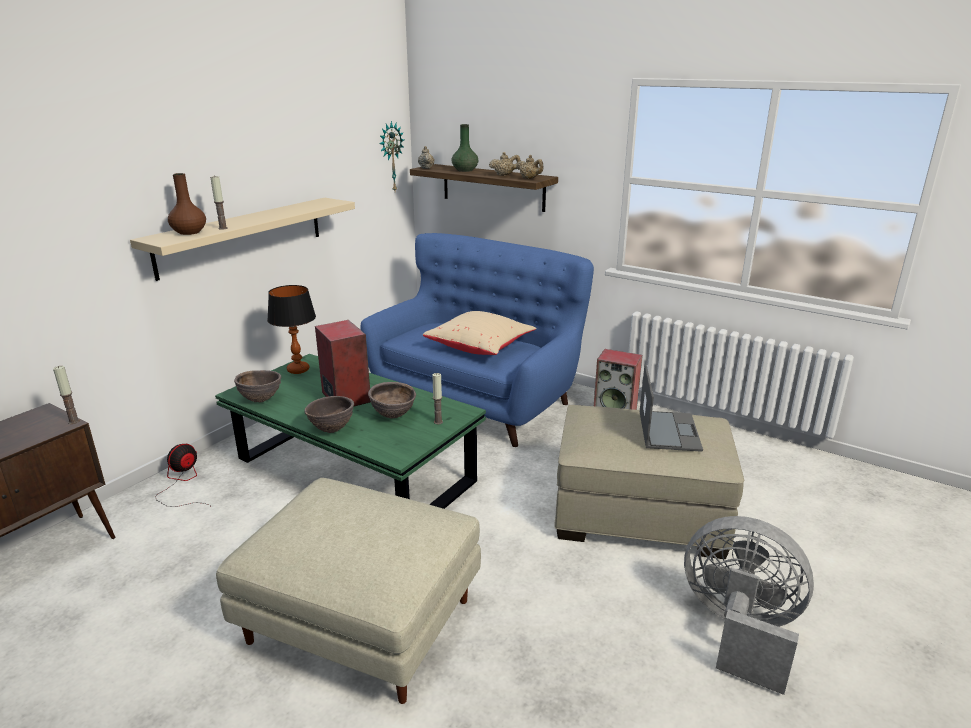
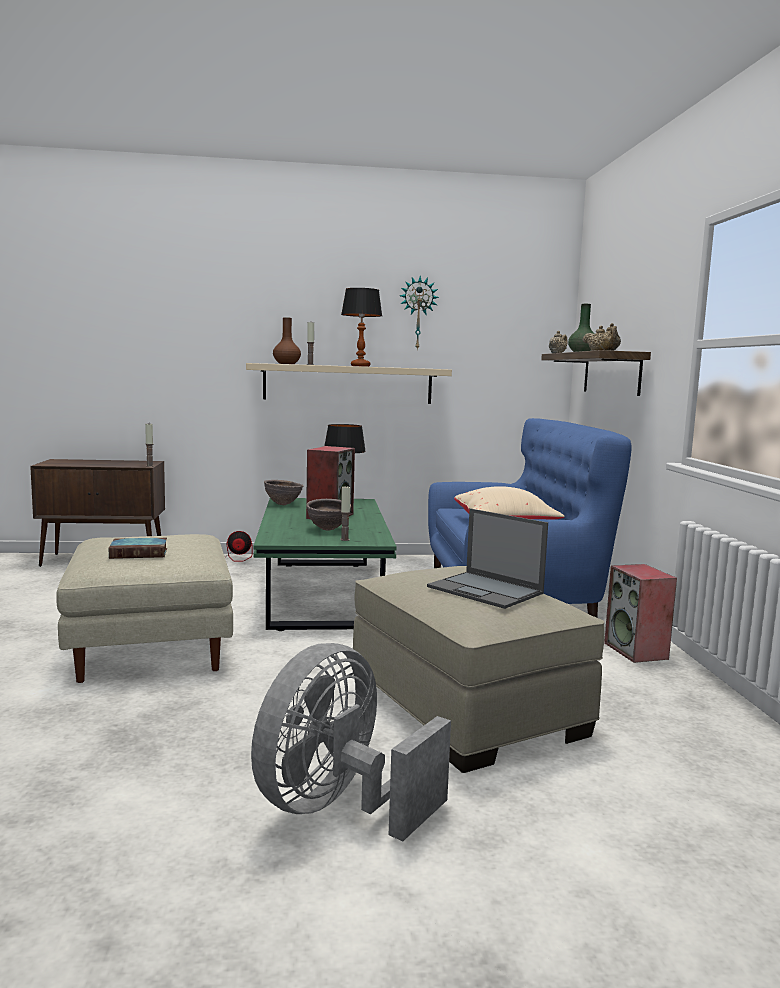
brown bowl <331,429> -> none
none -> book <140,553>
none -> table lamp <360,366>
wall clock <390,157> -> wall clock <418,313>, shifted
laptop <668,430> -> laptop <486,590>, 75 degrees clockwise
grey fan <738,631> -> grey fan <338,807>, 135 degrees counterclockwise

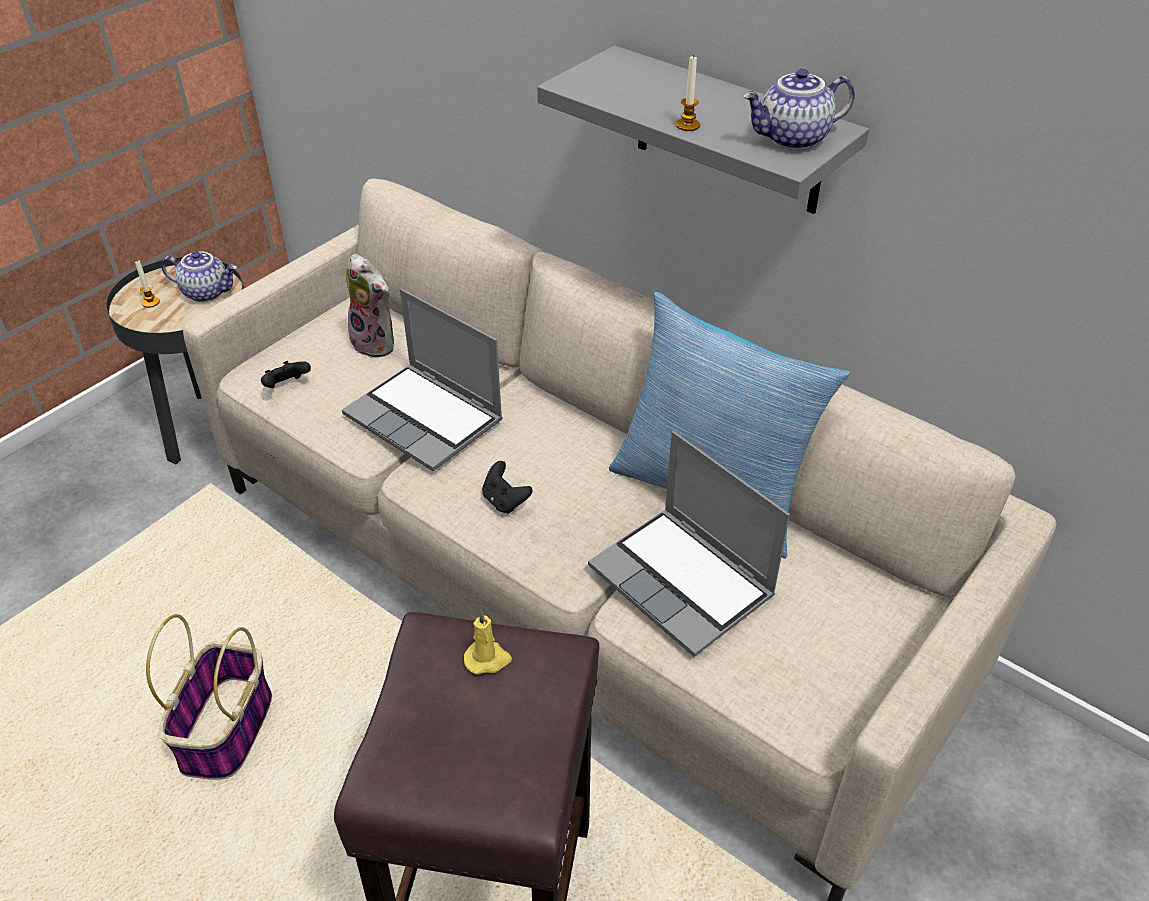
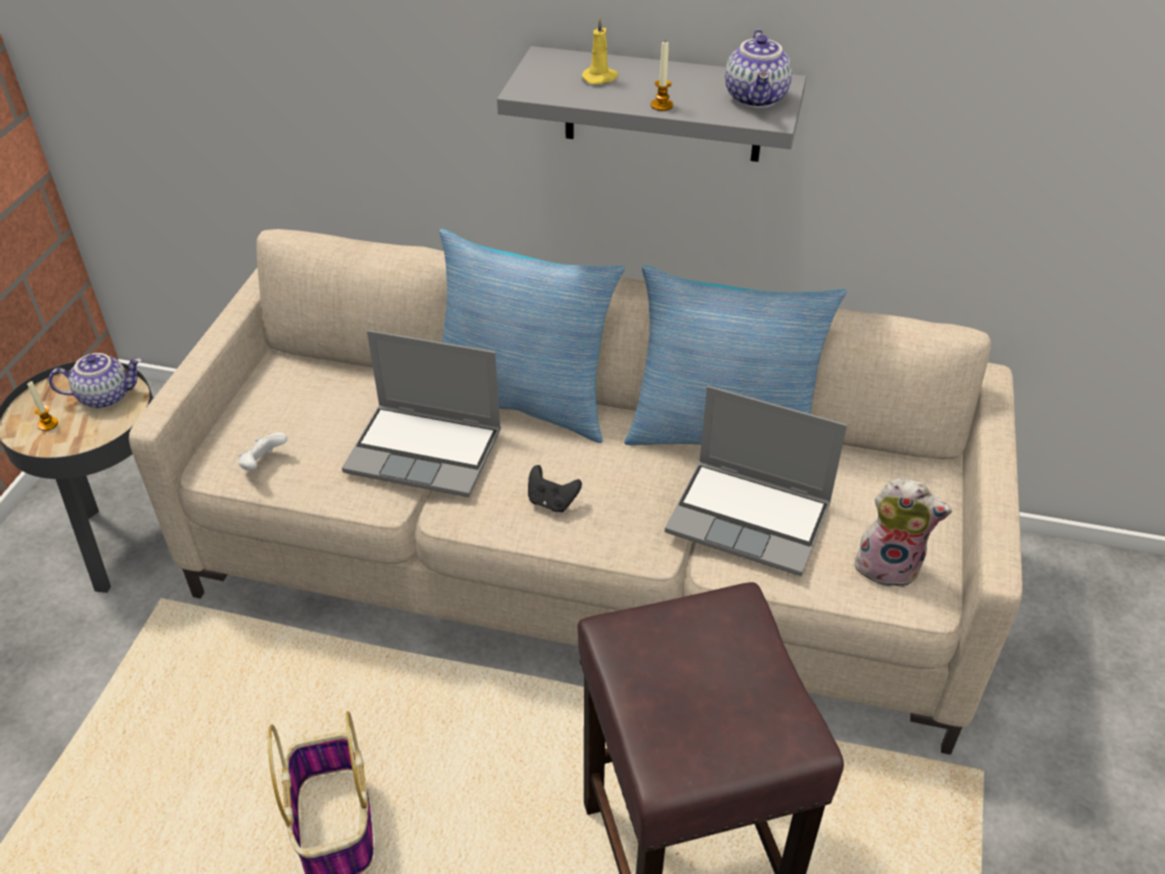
none -> pillow <525,402>
plush toy <377,343> -> plush toy <889,566>, shifted
yellow candle <488,659> -> yellow candle <600,78>, shifted
black game controller <287,386> -> white game controller <263,464>
teapot <793,140> -> teapot <757,98>, 45 degrees counterclockwise

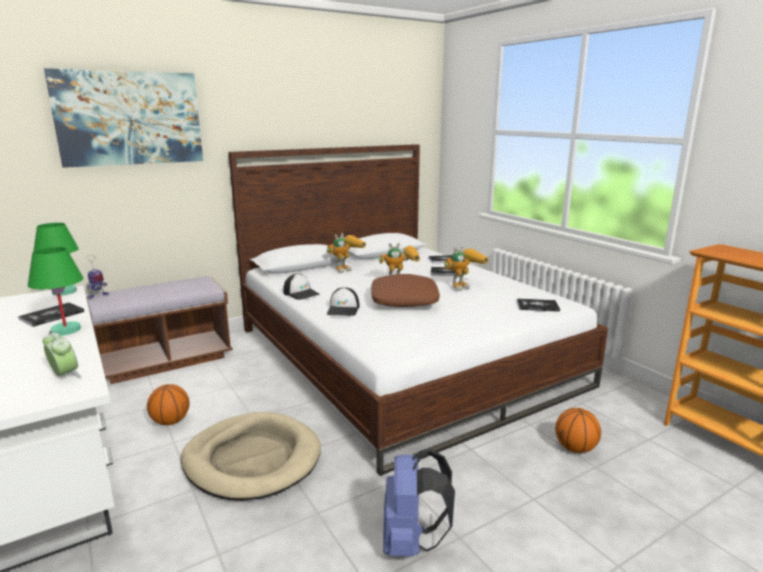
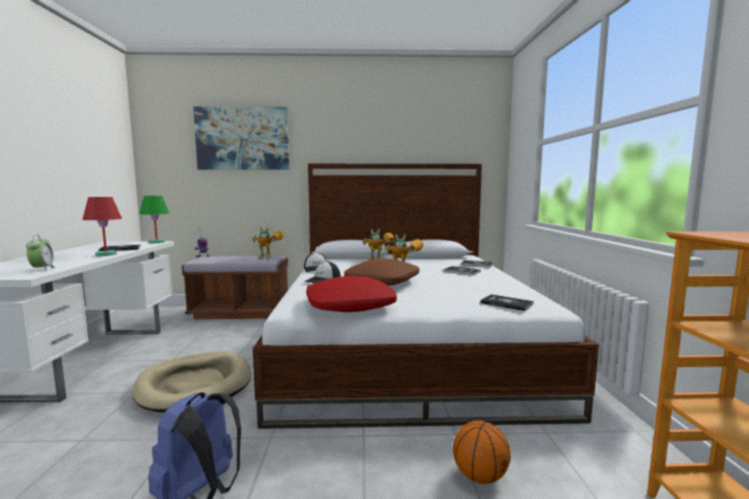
basketball <170,421> -> none
none -> red pillow <350,305>
toy robot <463,286> -> toy robot <270,257>, shifted
green table lamp <66,330> -> red table lamp <106,254>

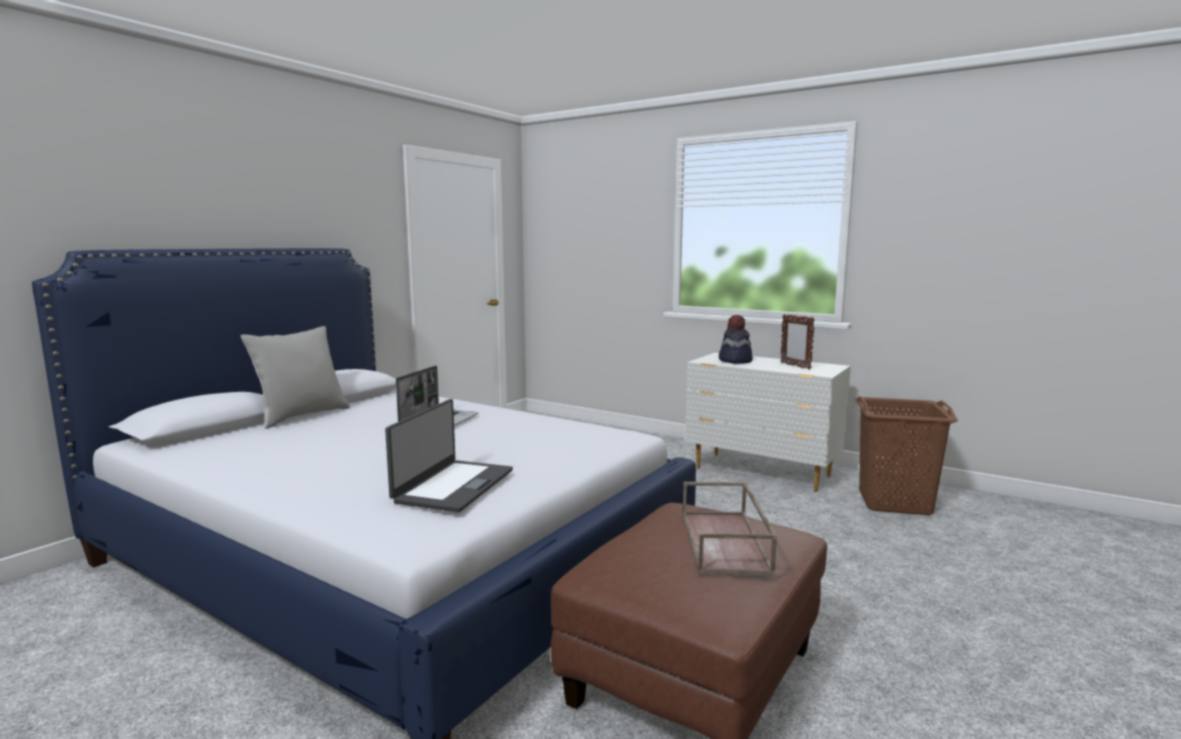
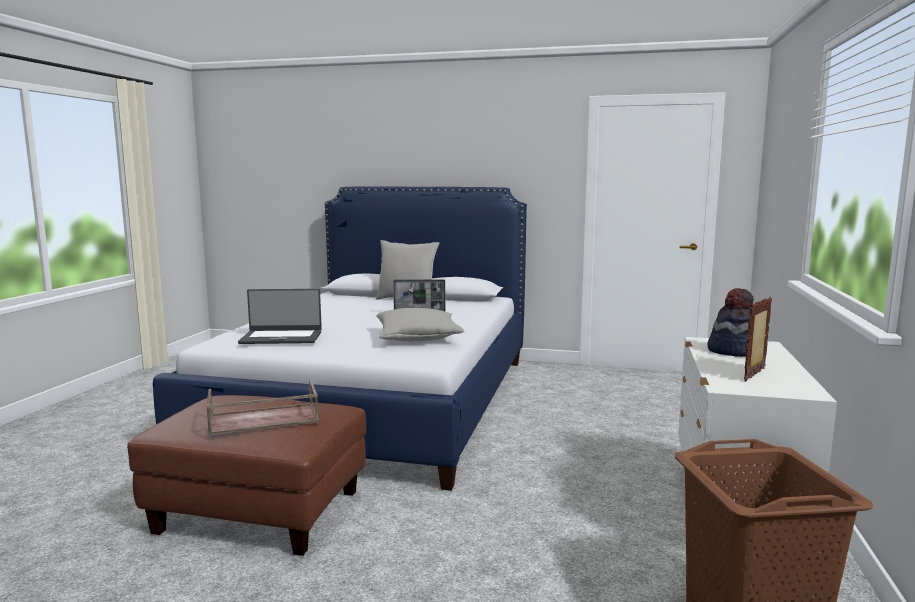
none -> grey pillow <418,338>

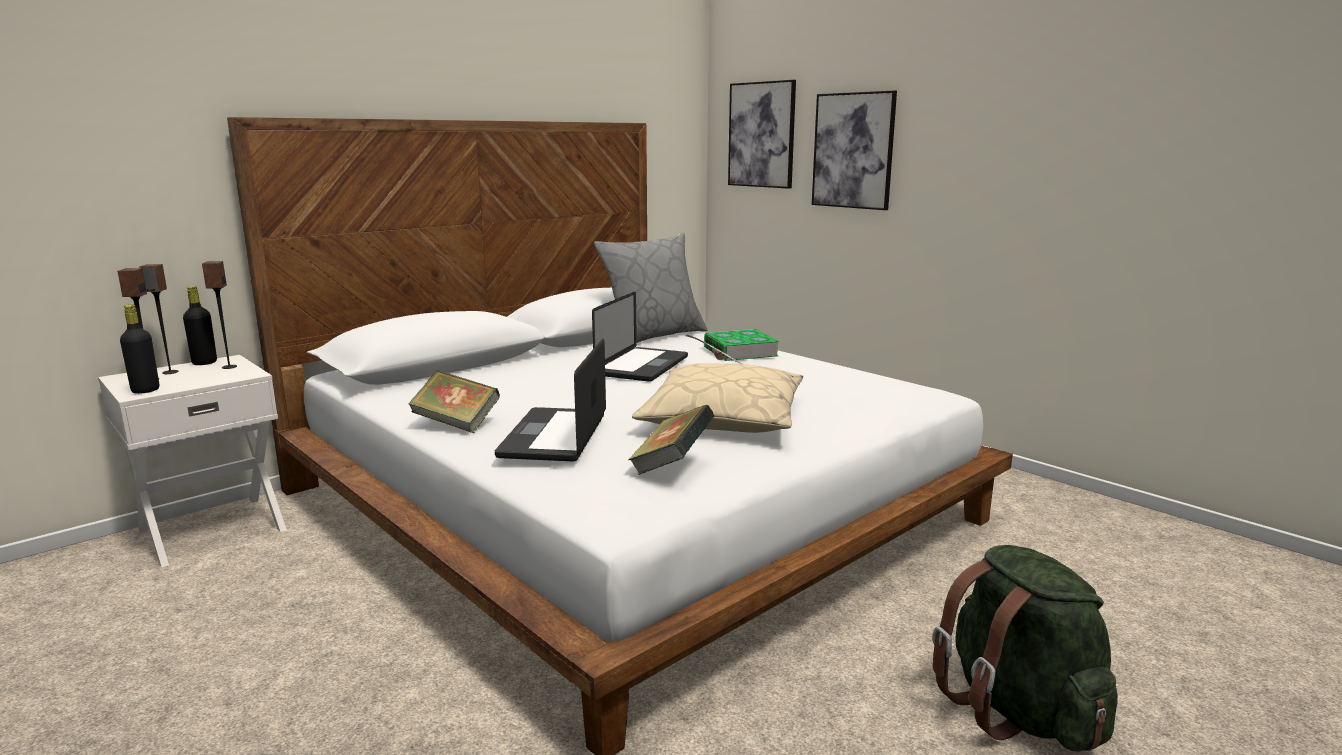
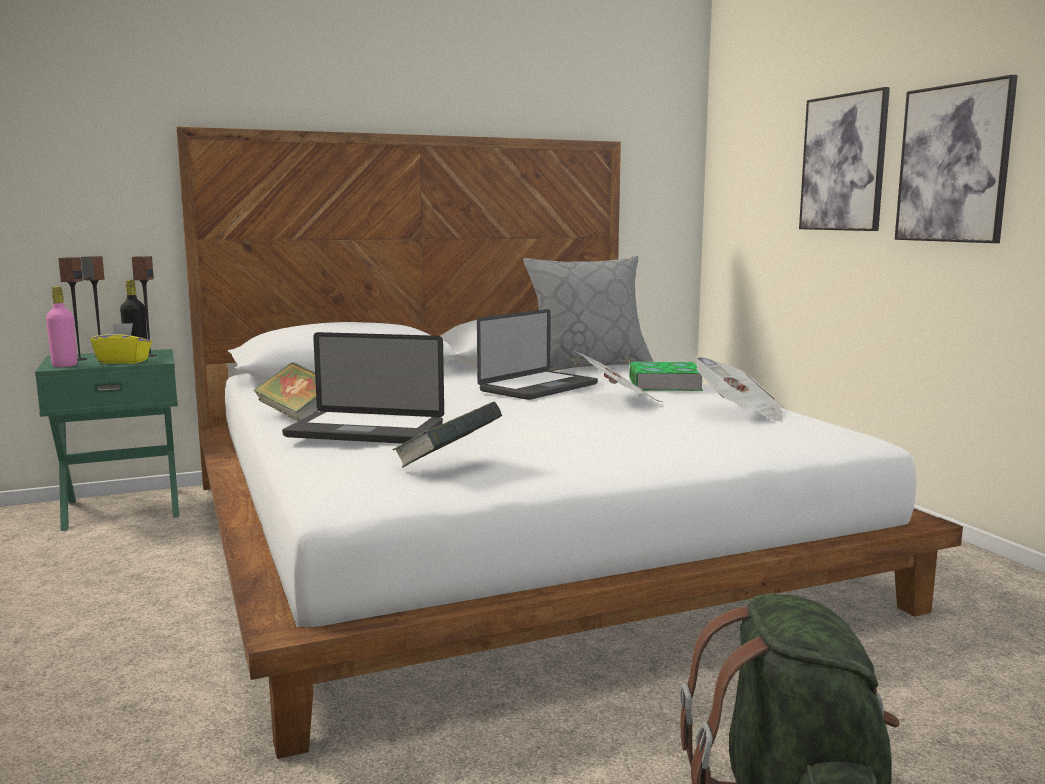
beige pillow <723,418> -> none
none -> yellow tissue box <123,361>
none -> newspaper <740,414>
picture <761,135> -> picture <954,164>, shifted
white nightstand <212,529> -> green nightstand <123,507>
black bottle <145,390> -> pink bottle <65,365>
laptop <554,436> -> laptop <365,430>, 105 degrees counterclockwise

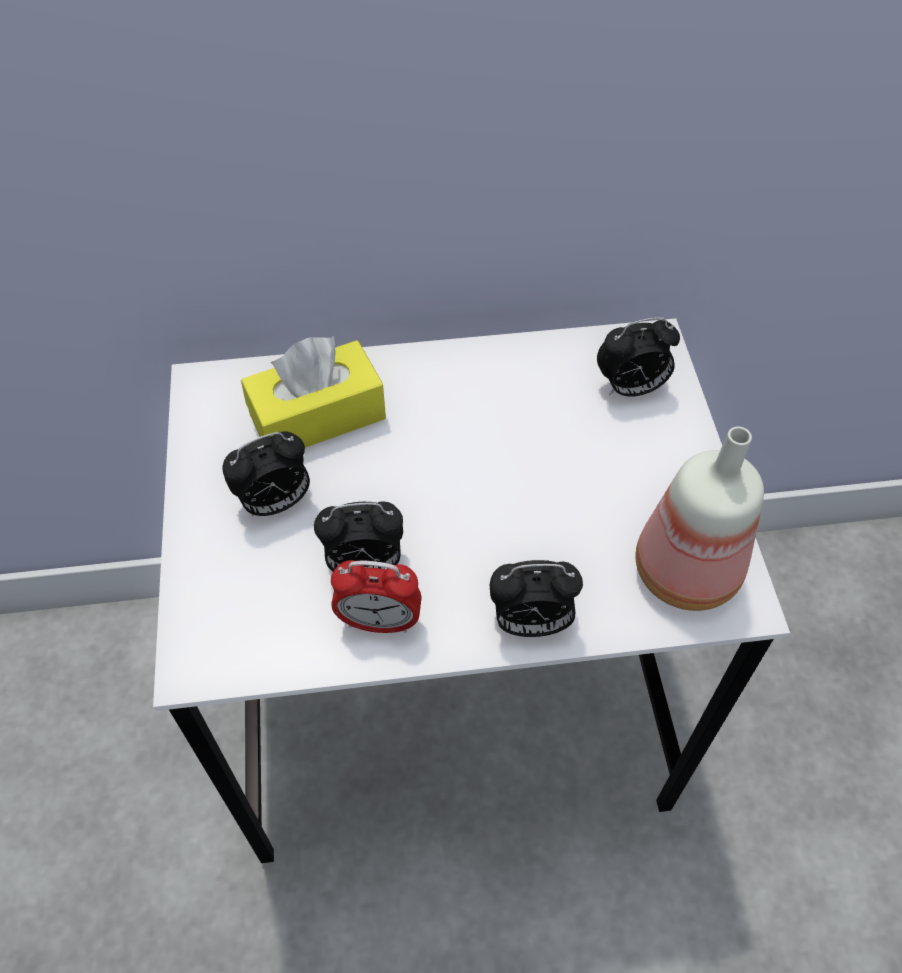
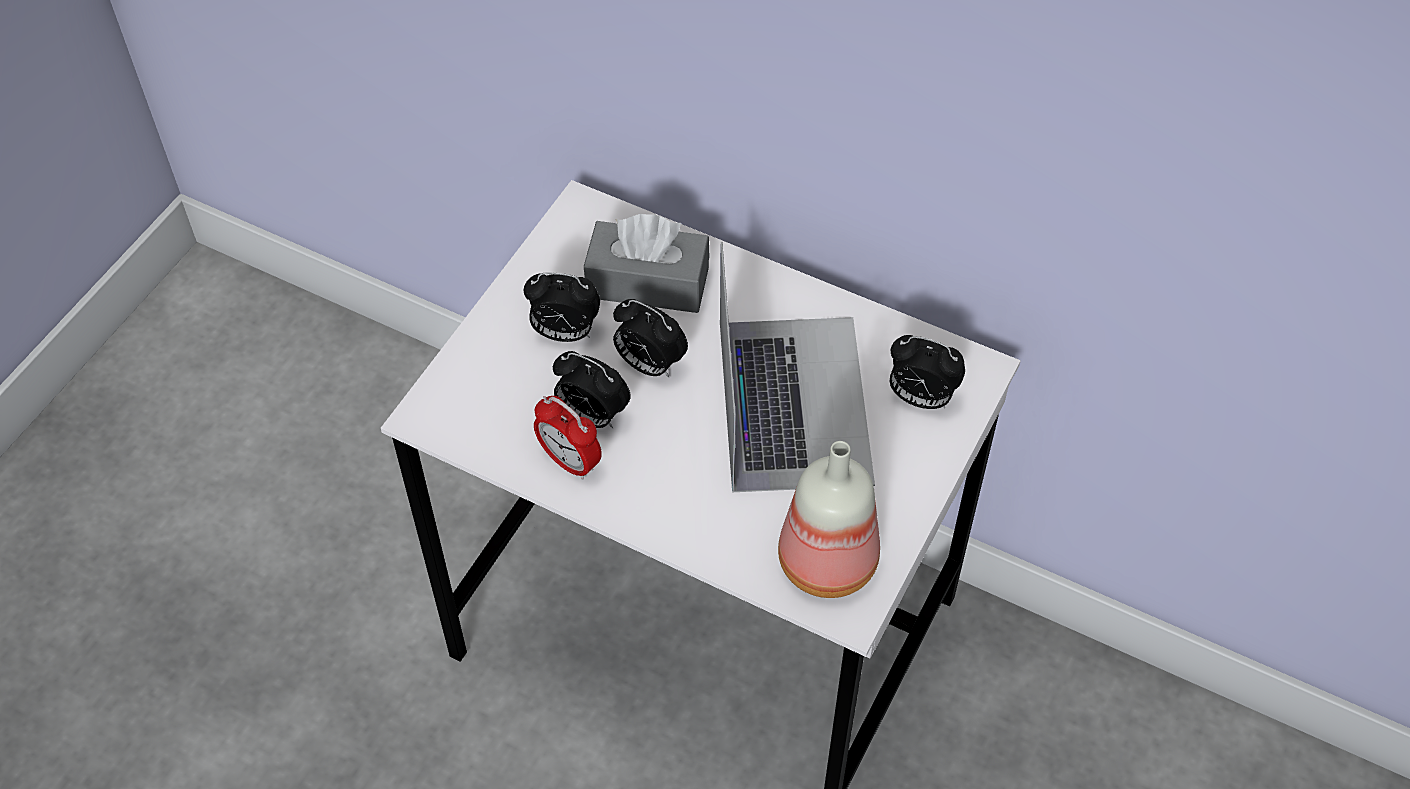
none -> laptop <793,401>
alarm clock <530,623> -> alarm clock <649,364>, shifted
yellow tissue box <317,416> -> grey tissue box <647,282>

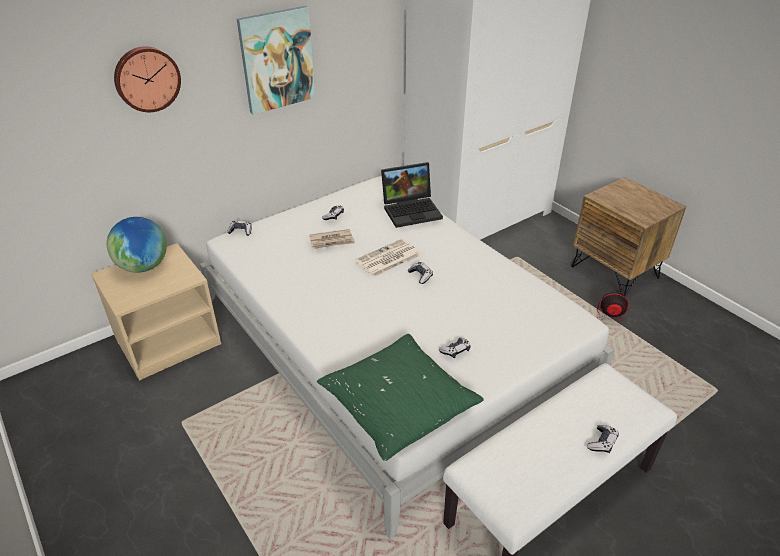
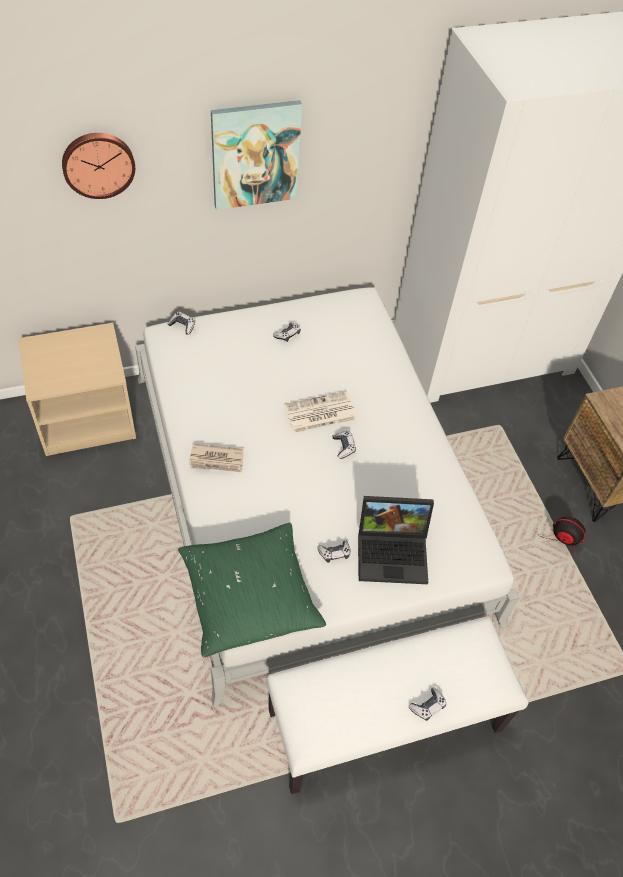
globe <144,266> -> none
newspaper <332,241> -> newspaper <217,460>, shifted
laptop <412,210> -> laptop <394,552>, shifted

